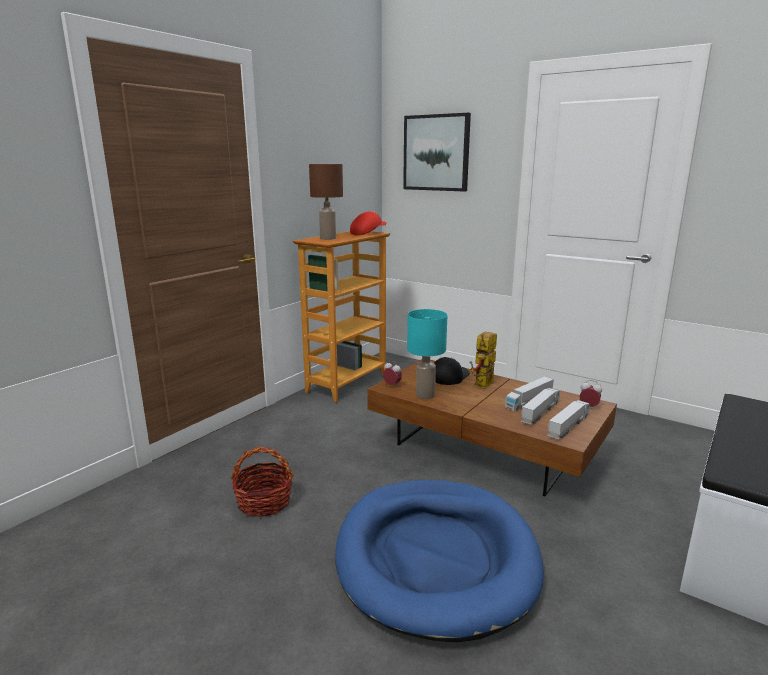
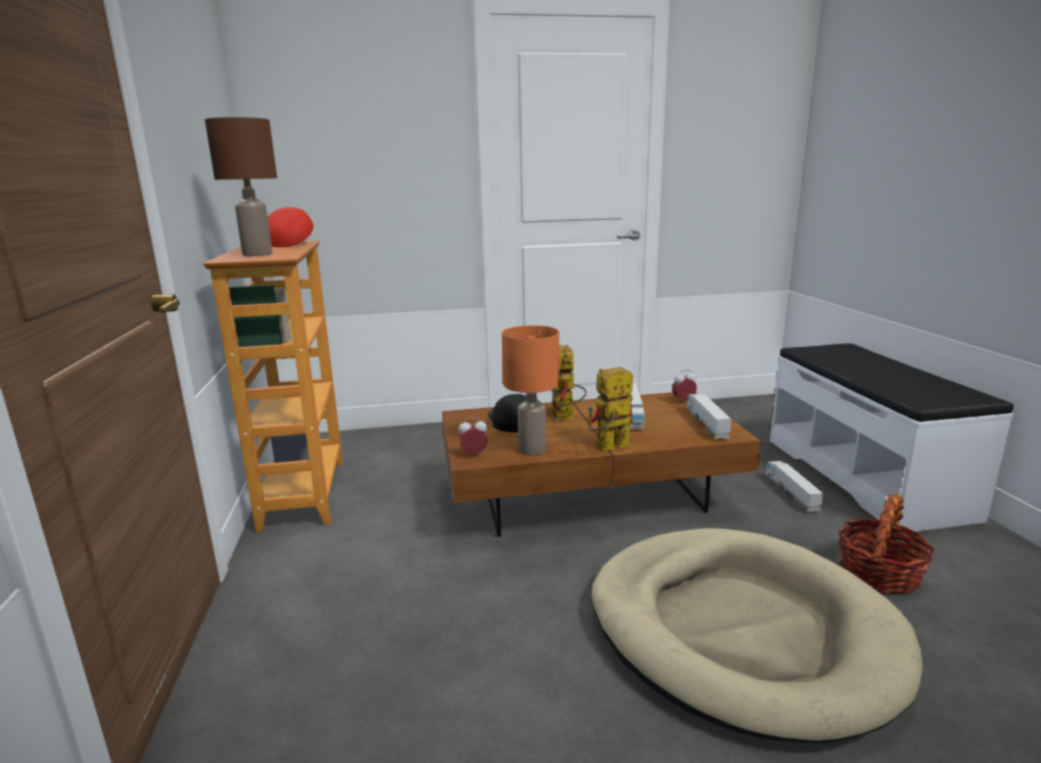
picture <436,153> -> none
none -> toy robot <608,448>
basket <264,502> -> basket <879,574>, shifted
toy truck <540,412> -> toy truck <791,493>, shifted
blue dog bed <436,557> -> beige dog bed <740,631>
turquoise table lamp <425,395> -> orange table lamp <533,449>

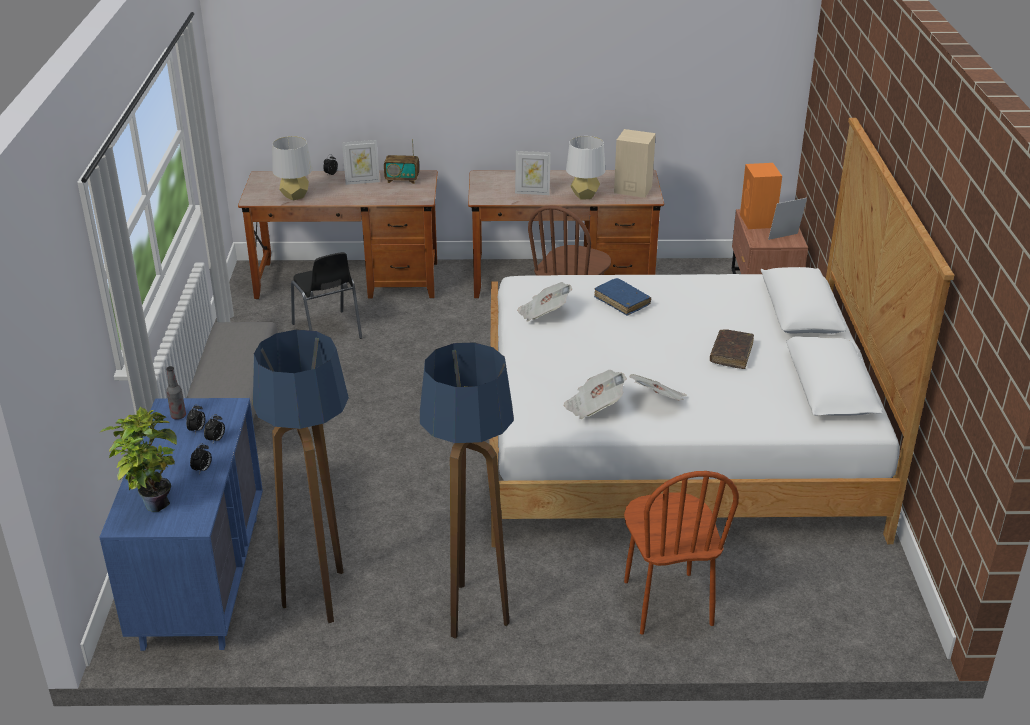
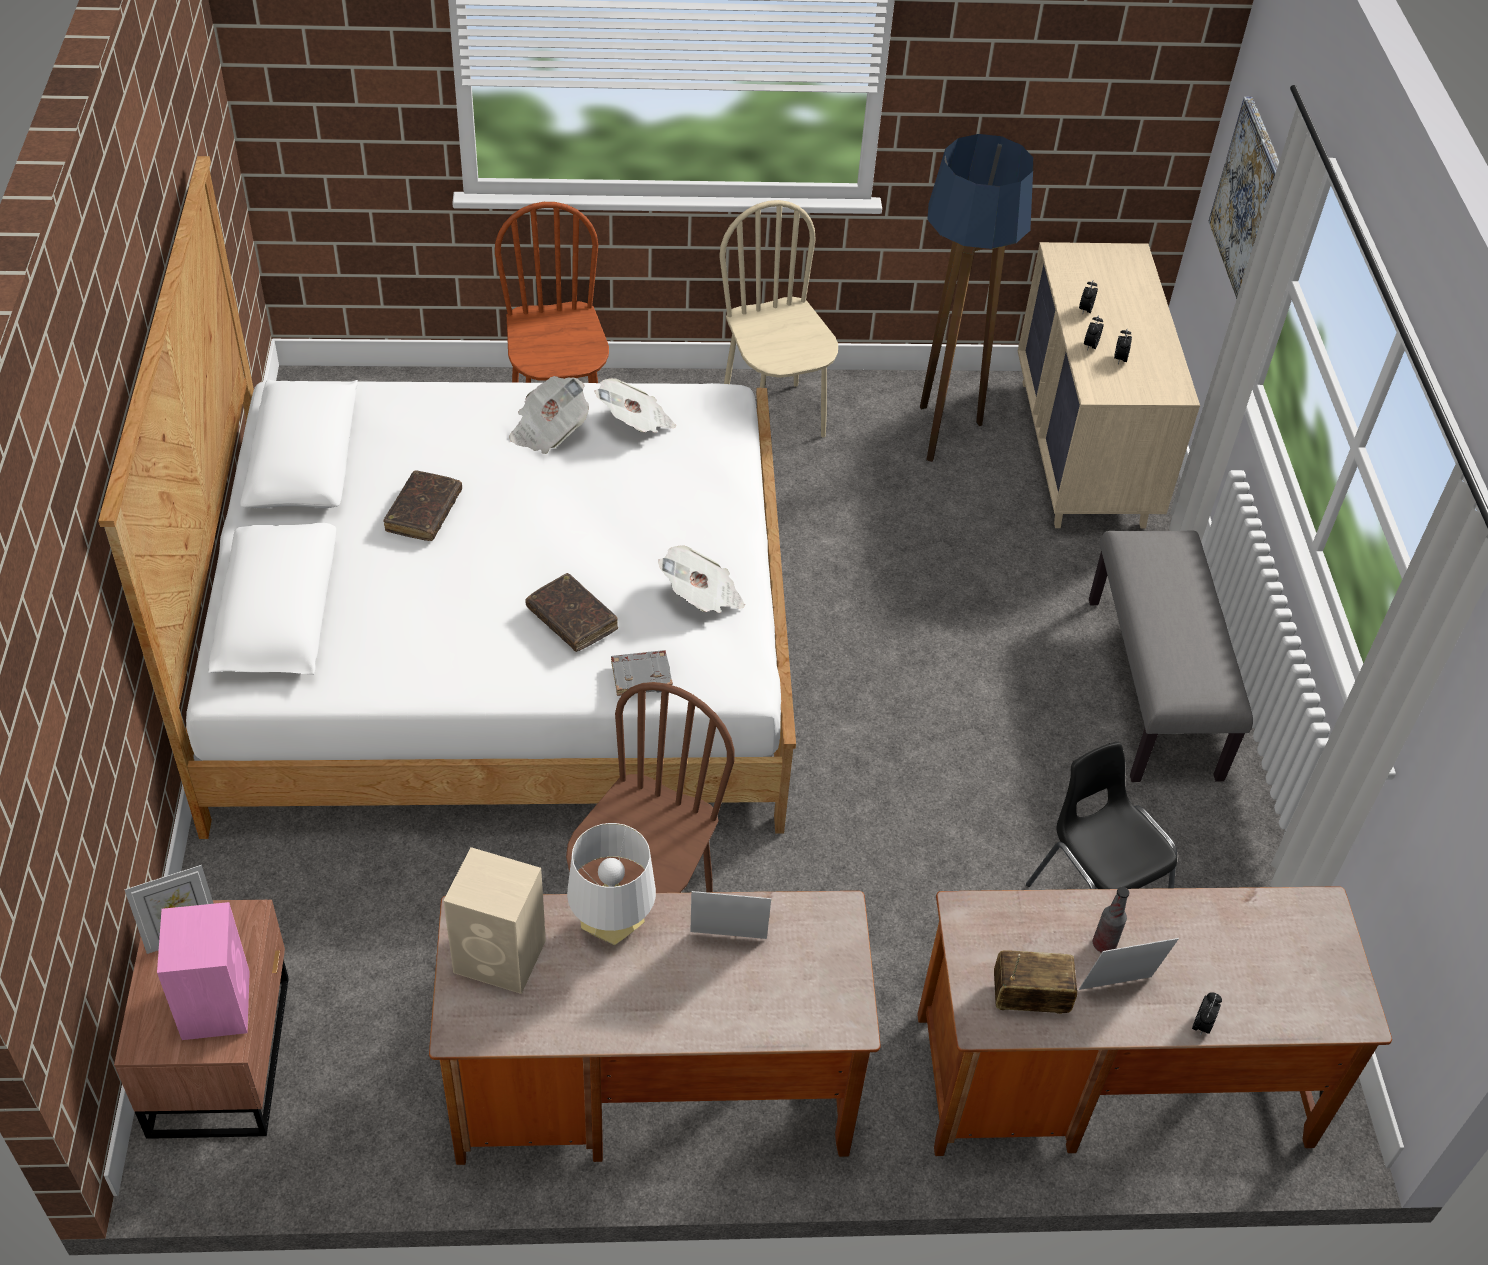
potted plant <152,502> -> none
grey table lamp <295,196> -> none
none -> grey book <642,675>
none -> picture <1250,203>
bottle <178,416> -> bottle <1104,944>, shifted
floor lamp <471,609> -> beige chair <774,417>
blue dresser <201,579> -> beige dresser <1082,454>
blue book <622,301> -> brown book <572,619>
orange speaker <757,221> -> pink speaker <216,1003>

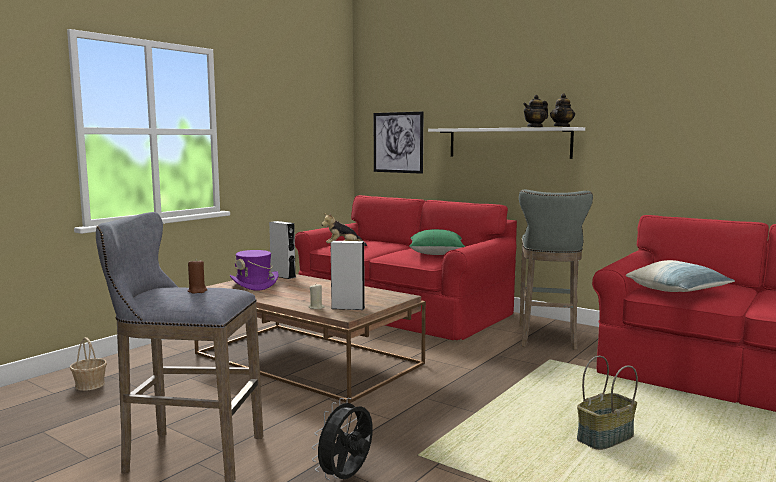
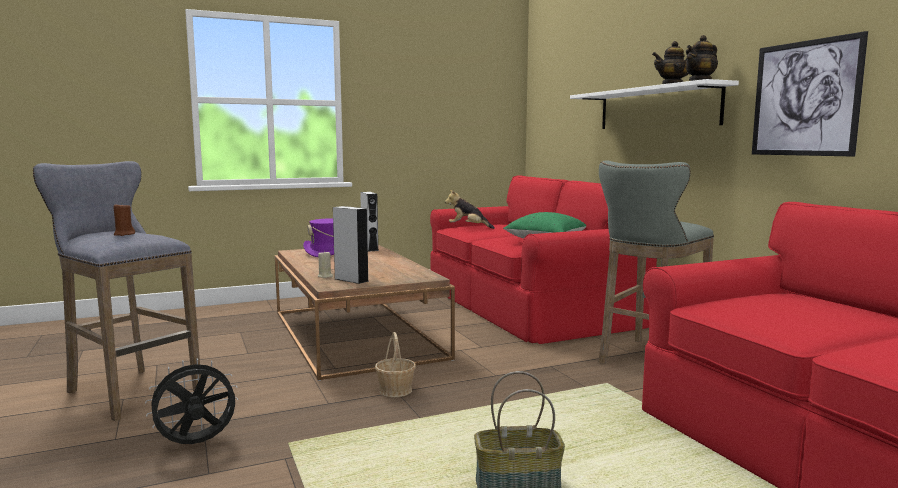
pillow <678,291> -> none
basket <90,385> -> basket <395,390>, shifted
picture <398,142> -> picture <805,98>, shifted

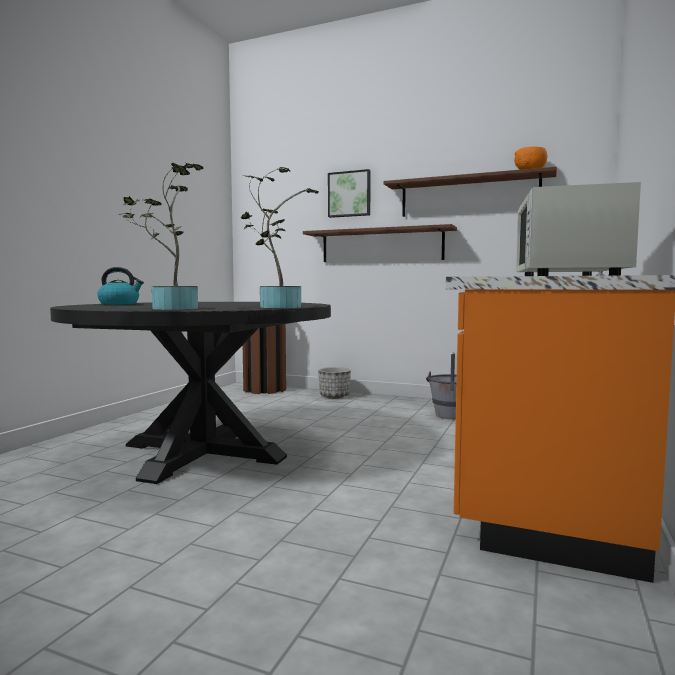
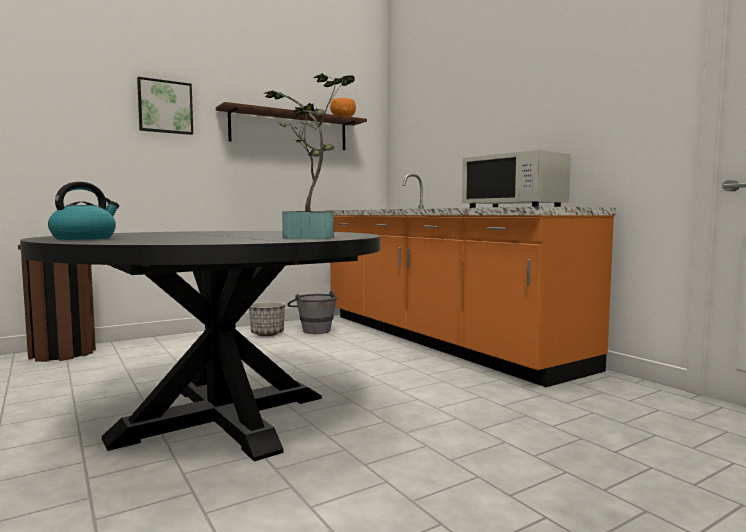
potted plant <276,307> -> none
brown shelf <381,245> -> none
planter <334,396> -> planter <267,334>, shifted

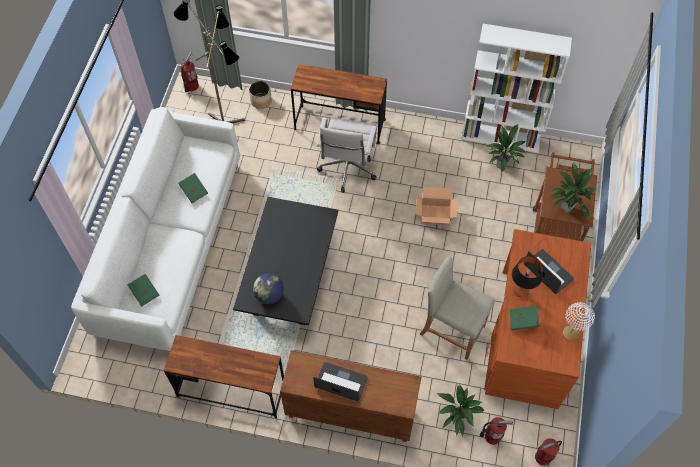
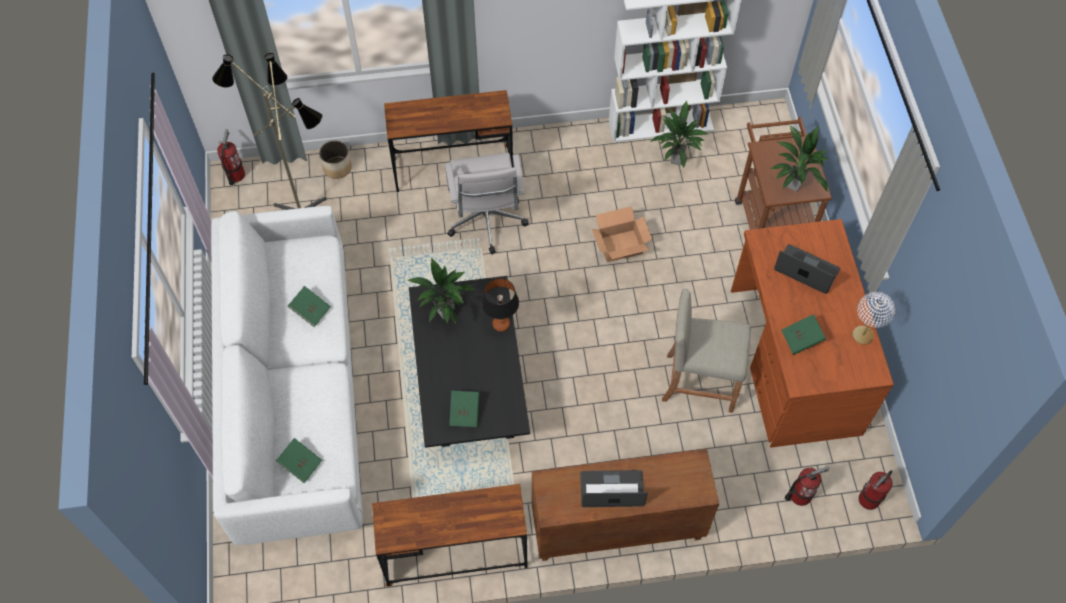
potted plant <456,419> -> potted plant <445,313>, shifted
table lamp <520,291> -> table lamp <501,324>, shifted
globe <269,295> -> green book <465,412>

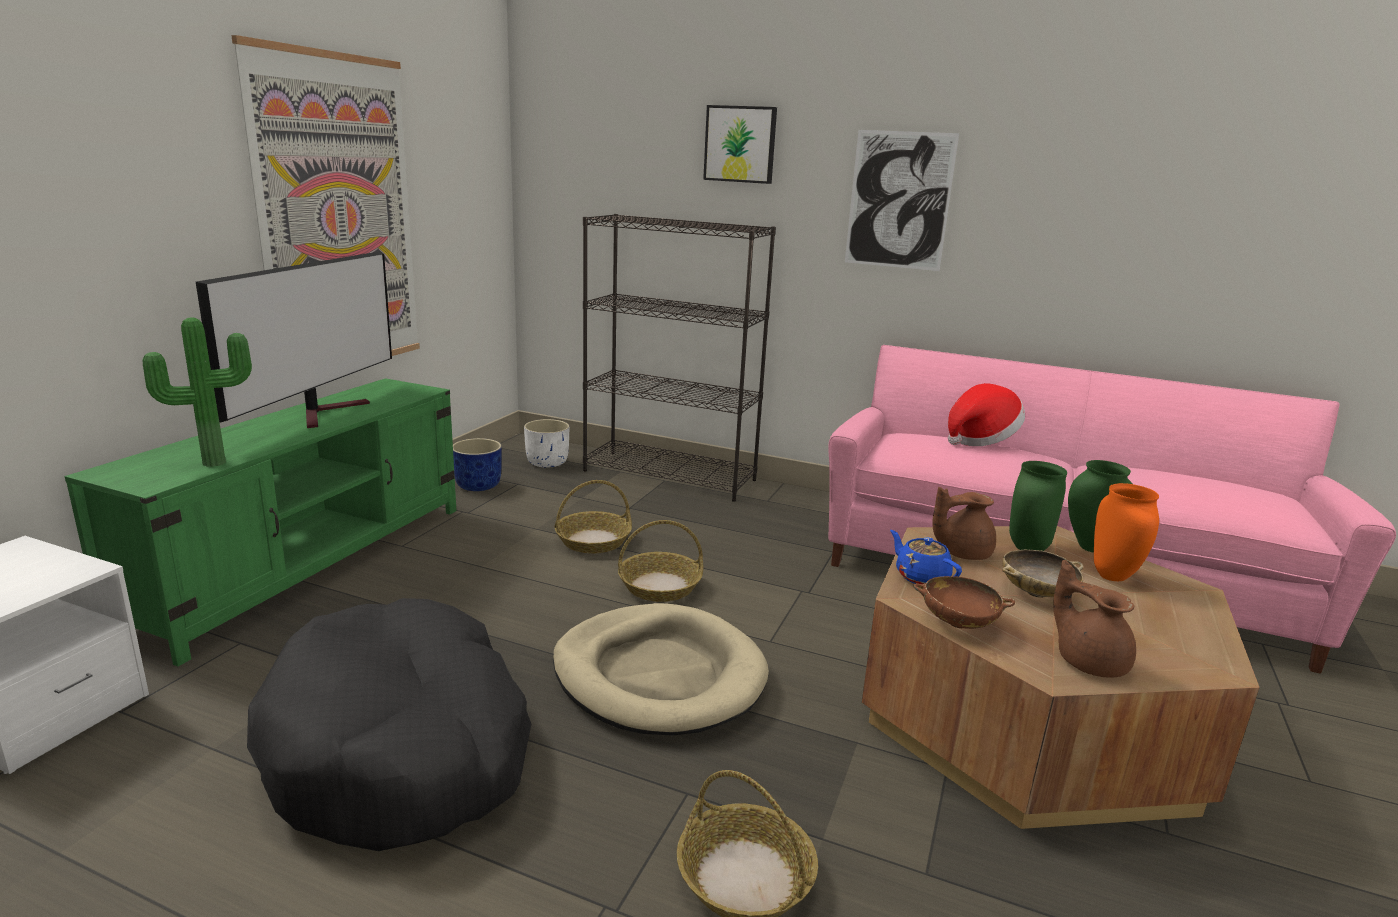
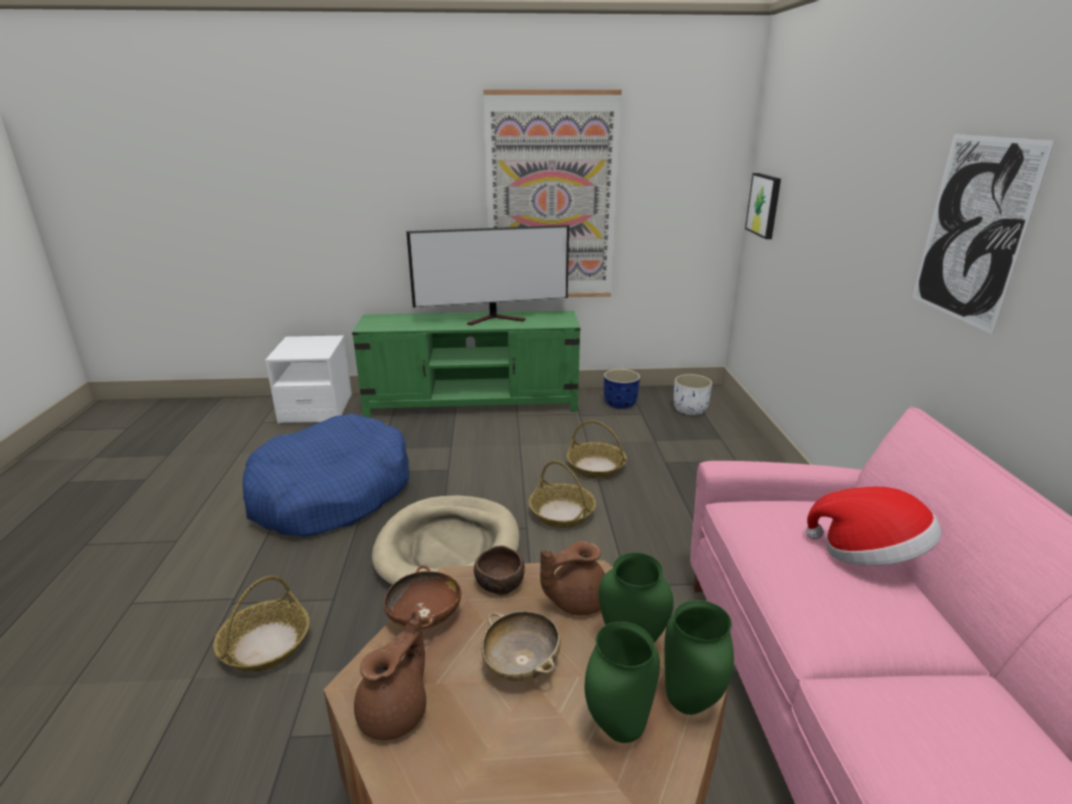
potted plant <213,461> -> none
black bookcase <670,475> -> none
picture <740,144> -> picture <765,205>, shifted
blue teapot <921,576> -> brown bowl <500,584>
black dog bed <401,748> -> blue dog bed <331,493>
orange vase <1111,576> -> green vase <617,728>
brown teapot <961,552> -> brown teapot <575,601>, 75 degrees counterclockwise

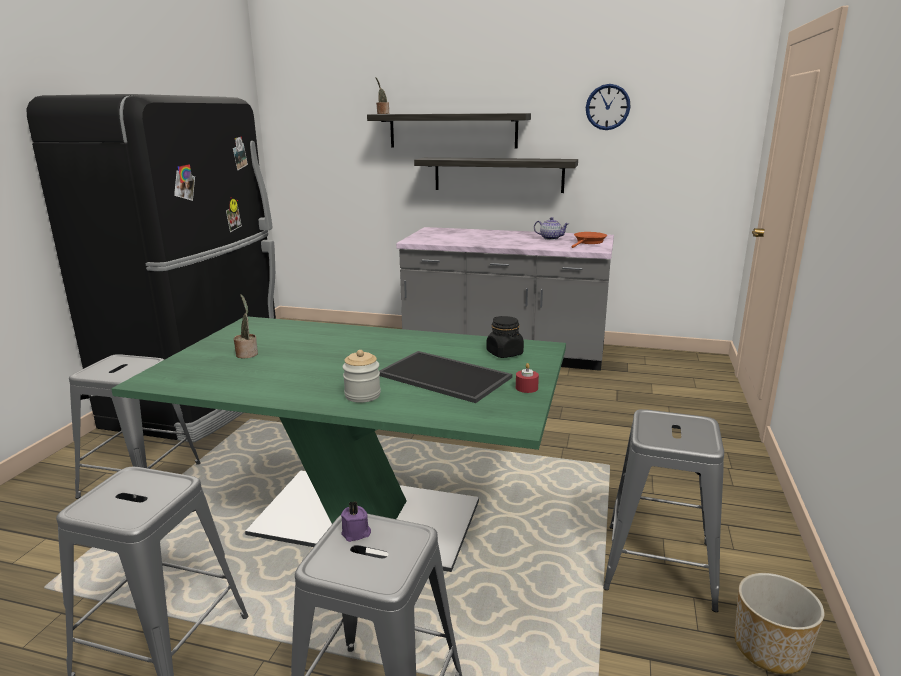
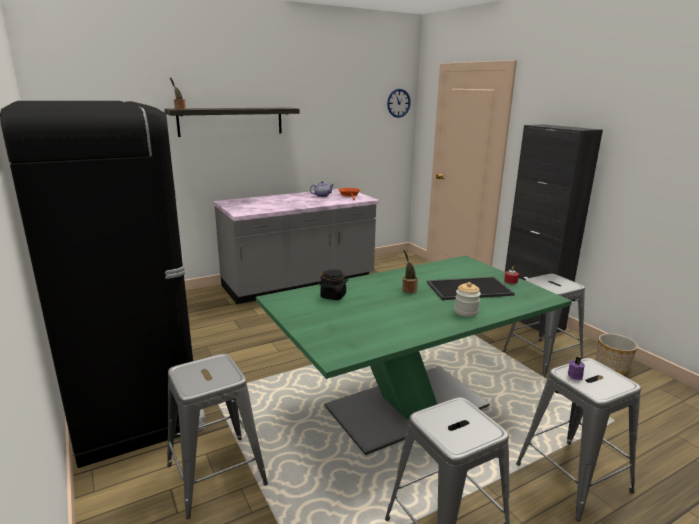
shelf <498,174> -> none
none -> black cabinet <531,320>
potted plant <247,354> -> potted plant <408,290>, shifted
black jar <505,353> -> black jar <333,296>, shifted
wall clock <607,107> -> wall clock <398,103>, shifted

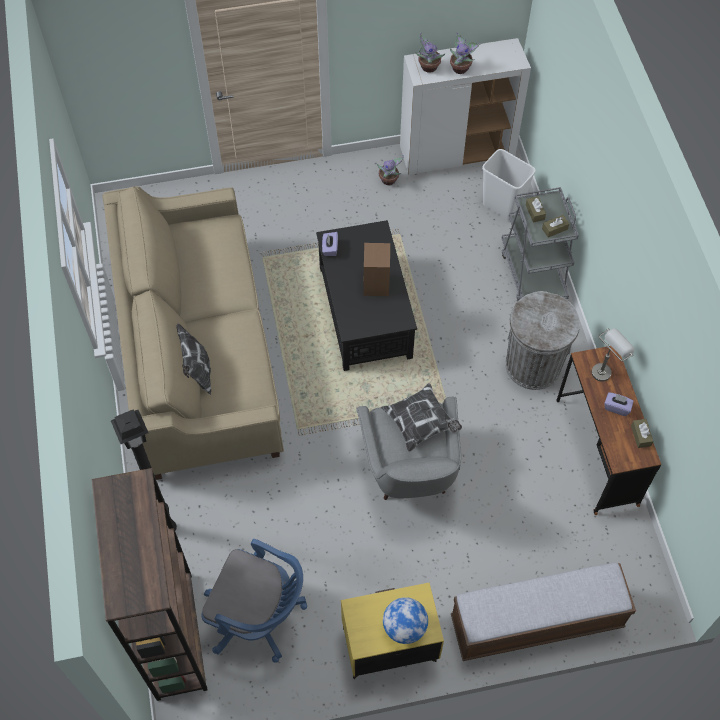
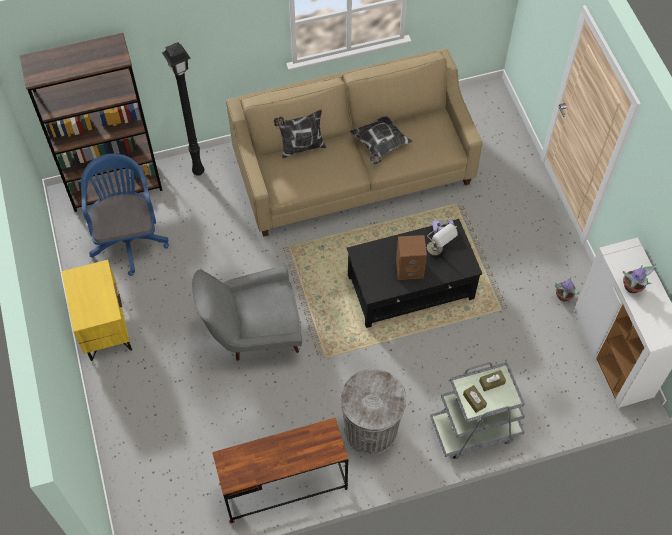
globe <404,627> -> none
potted plant <428,67> -> none
bench <536,622> -> none
white trash can <503,206> -> none
purple tissue box <616,407> -> none
brown tissue box <640,435> -> none
pillow <420,424> -> pillow <380,144>, shifted
grey table lamp <606,369> -> grey table lamp <439,252>, shifted
blue office chair <259,617> -> blue office chair <128,237>, 150 degrees clockwise

